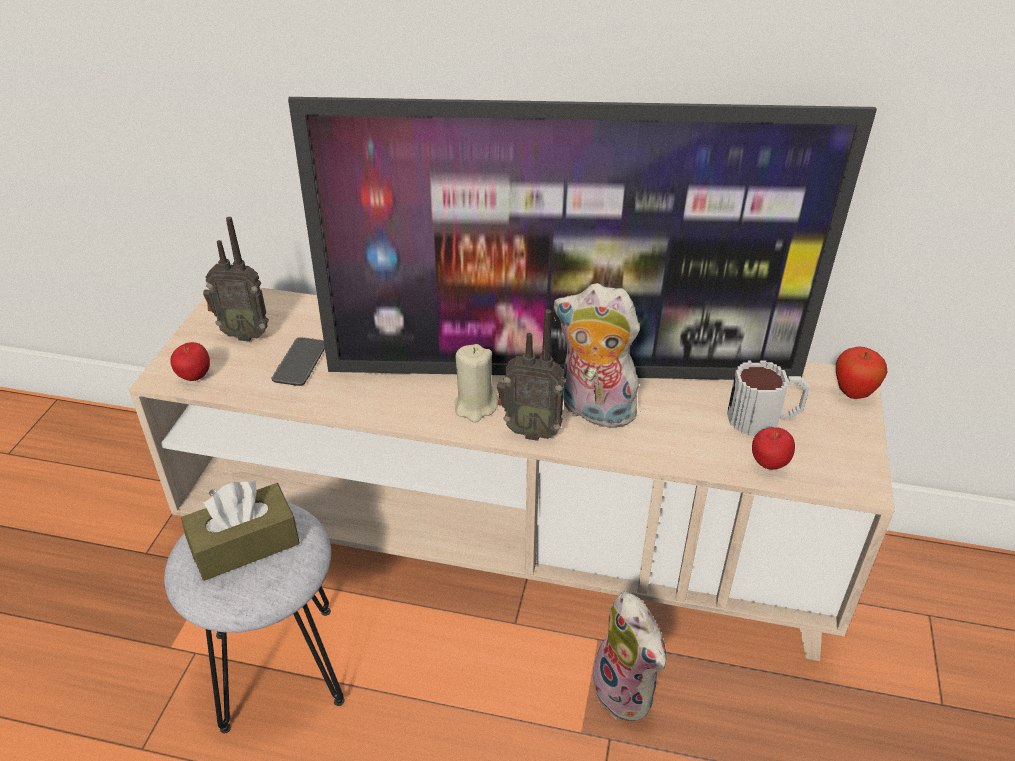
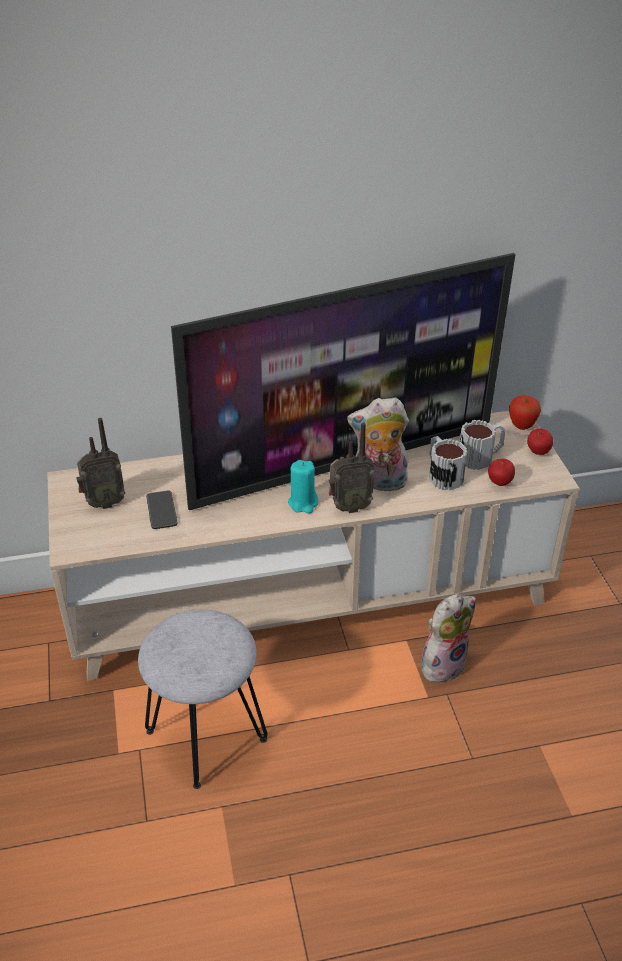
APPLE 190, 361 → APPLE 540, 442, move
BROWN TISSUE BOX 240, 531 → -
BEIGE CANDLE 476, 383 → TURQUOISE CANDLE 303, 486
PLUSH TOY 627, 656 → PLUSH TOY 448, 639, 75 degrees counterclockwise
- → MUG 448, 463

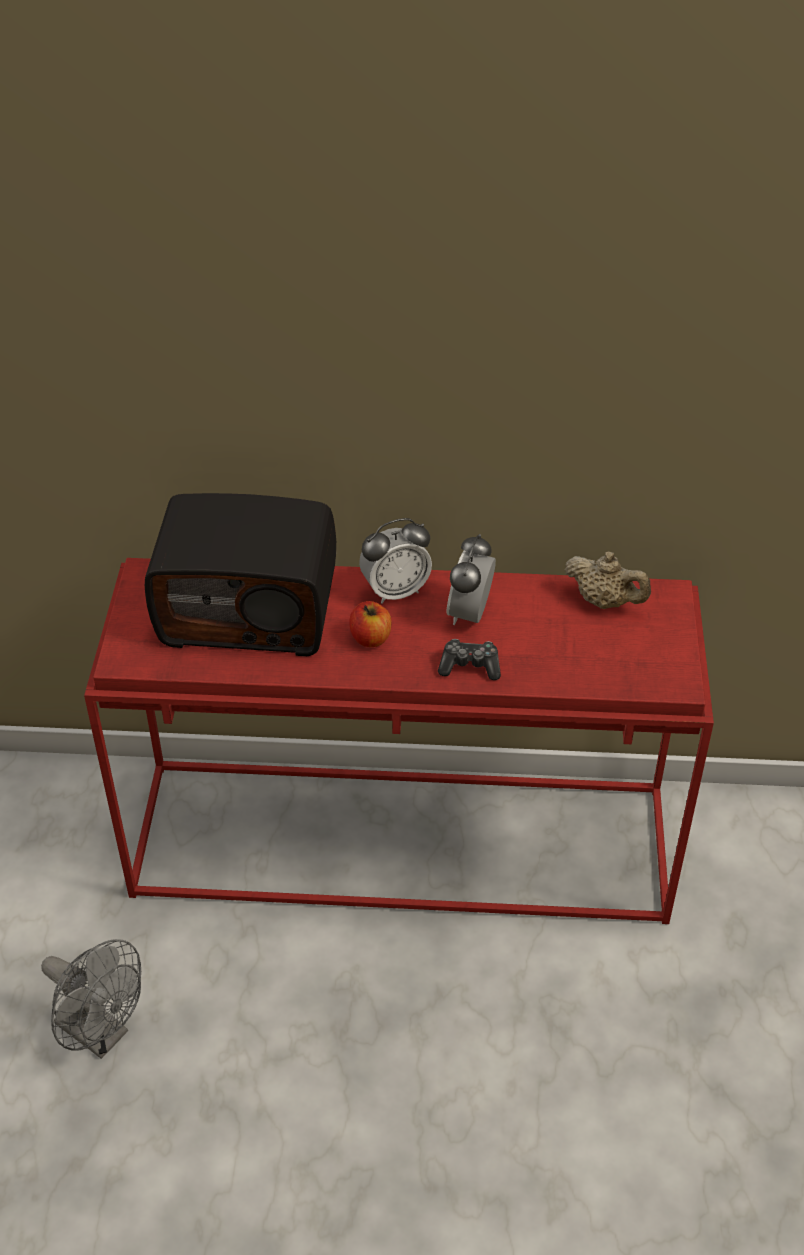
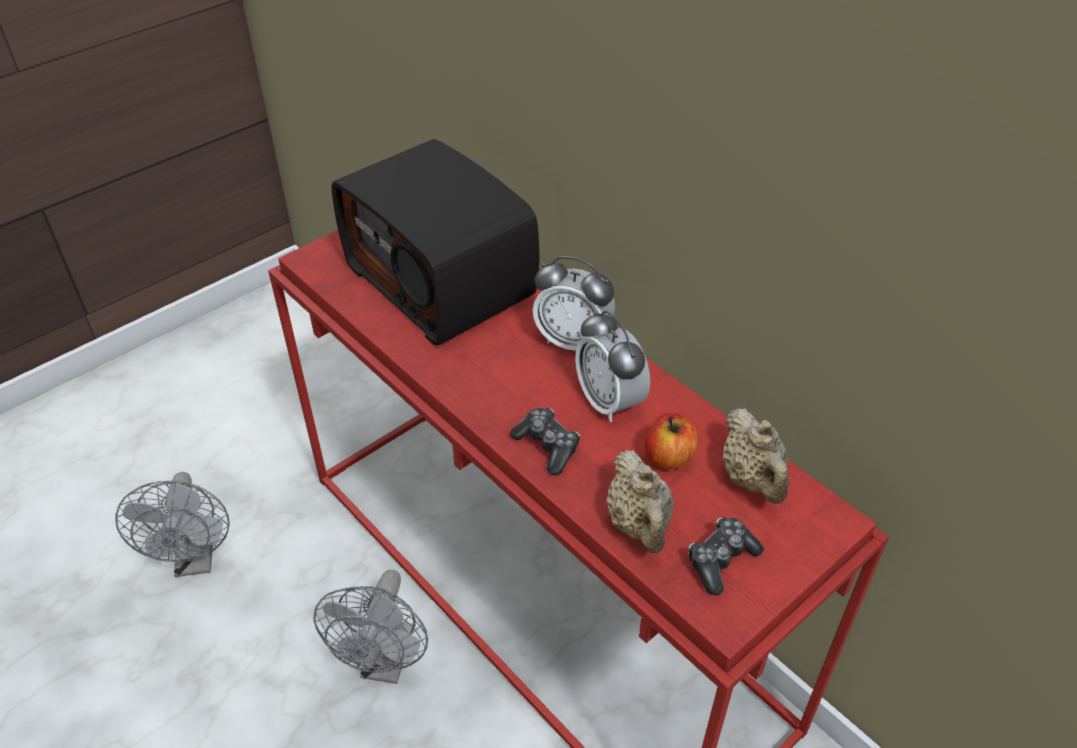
APPLE 370, 624 → APPLE 671, 441, move
ALARM CLOCK 471, 579 → ALARM CLOCK 612, 366, 90 degrees counterclockwise
- → GREY FAN 371, 627
- → BEIGE TEAPOT 640, 501
- → GAME CONTROLLER 726, 556

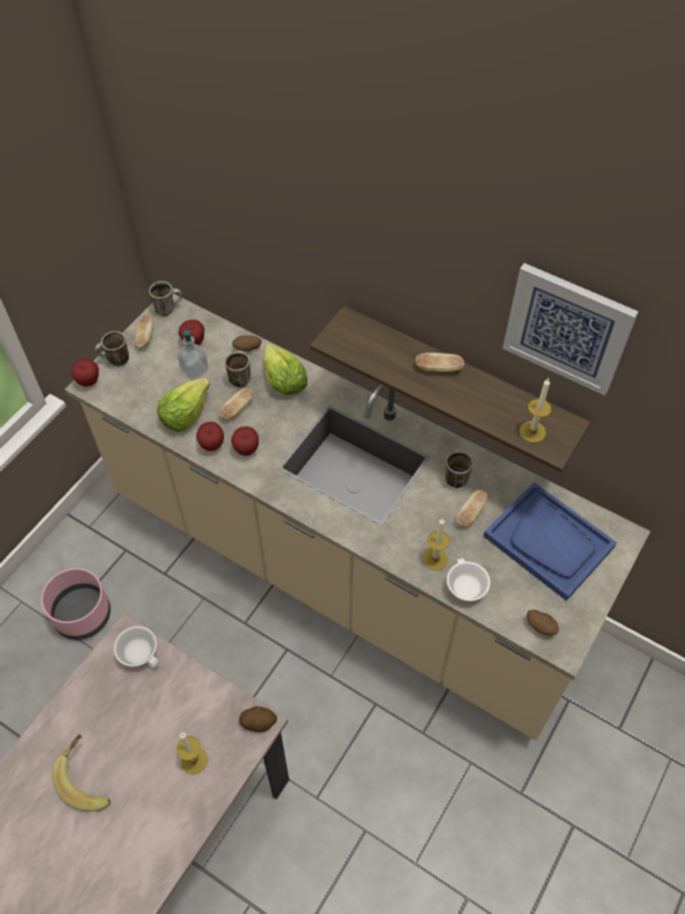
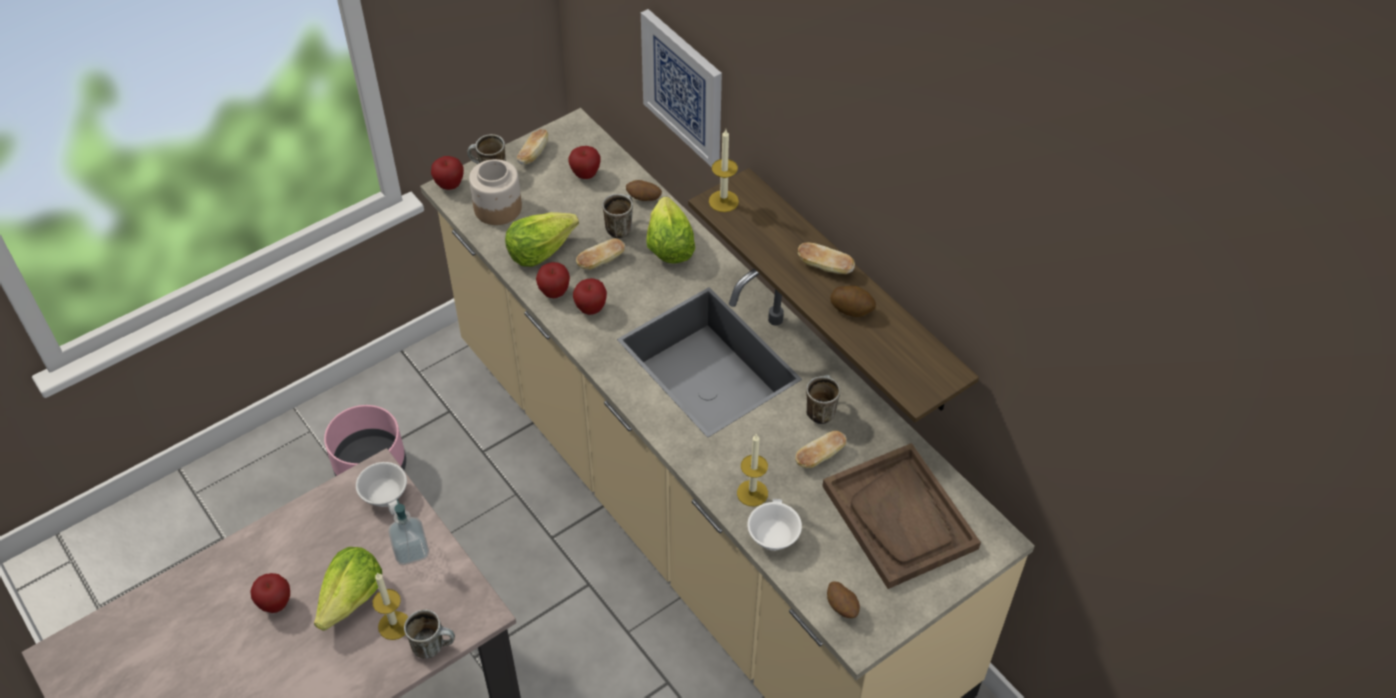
BANANA 81, 772 → APPLE 270, 593
MUG 165, 298 → MUG 429, 634, move
SOAP DISPENSER 193, 354 → SOAP DISPENSER 408, 532, move
POTATO 258, 719 → POTATO 853, 301, move
BLUE TRAY 550, 541 → BROWN TRAY 901, 516
PICTURE 570, 329 → PICTURE 681, 88, move
CANDLE 535, 411 → CANDLE 724, 170, move
- → LETTUCE 348, 589
- → JAR 495, 192

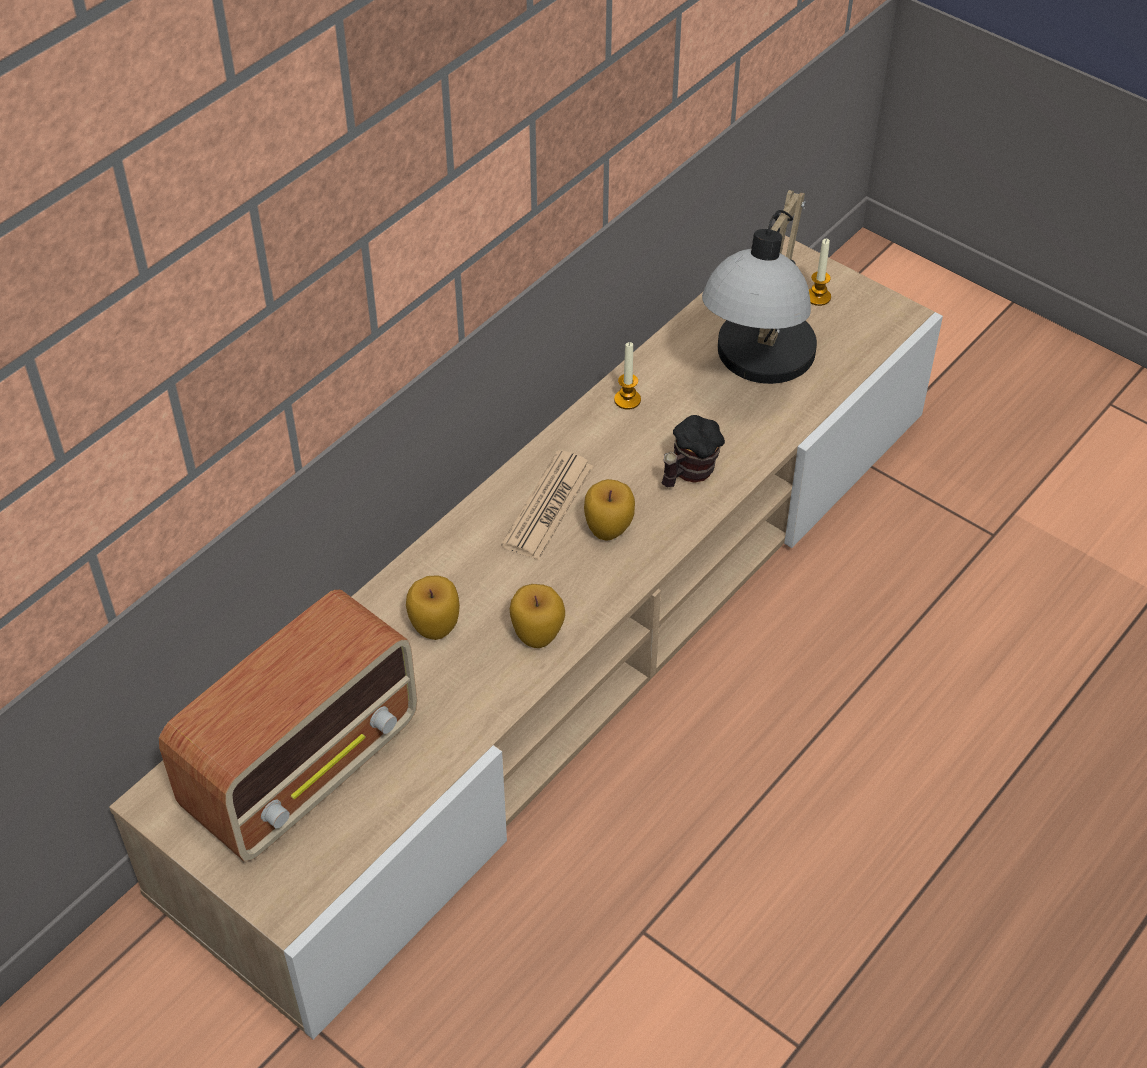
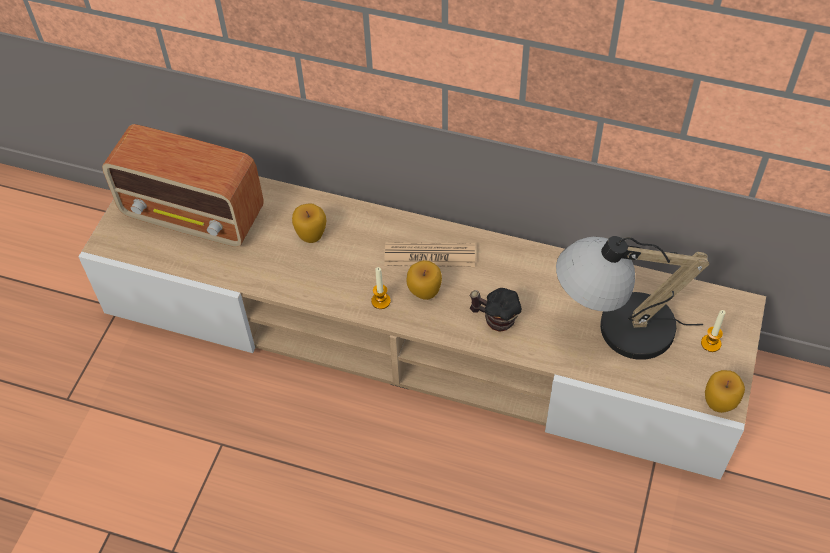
APPLE 537, 616 → APPLE 725, 391, move
CANDLE 627, 376 → CANDLE 381, 288, move

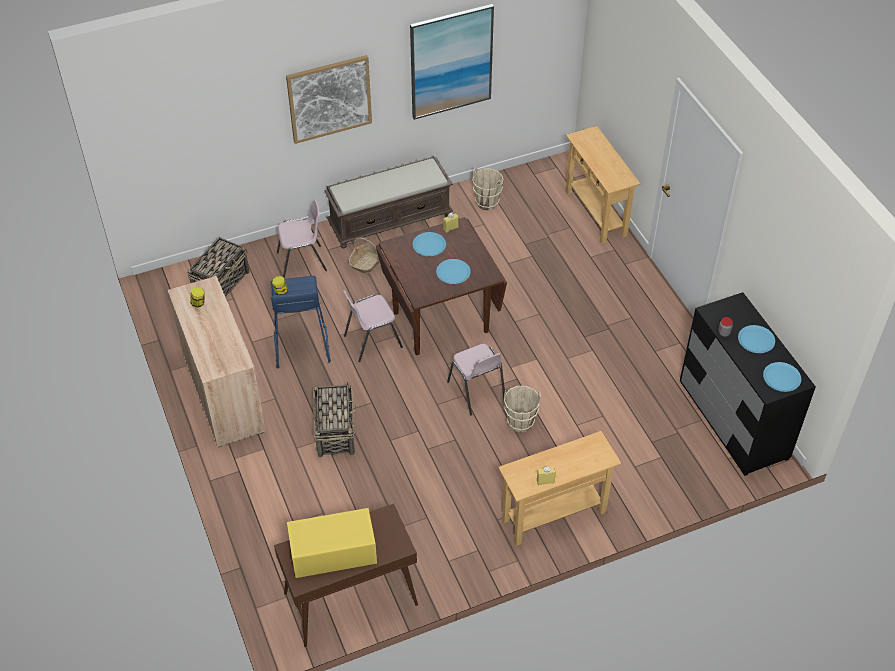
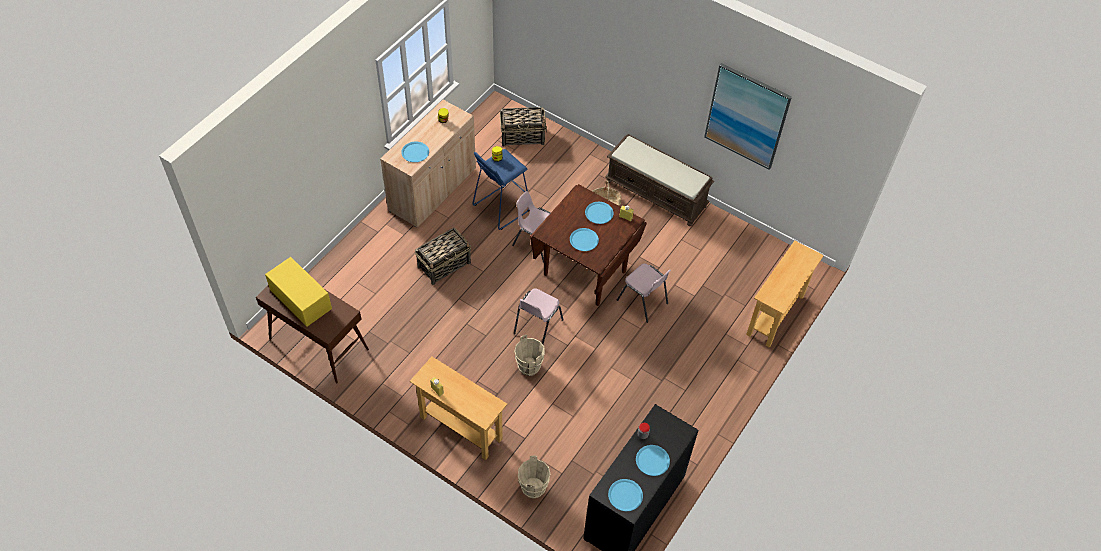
PINK CHAIR 302, 239 → PINK CHAIR 644, 293, move
PICTURE 329, 99 → -
BEIGE BUCKET 488, 188 → BEIGE BUCKET 534, 477, move
- → BLUE PLATE 415, 152

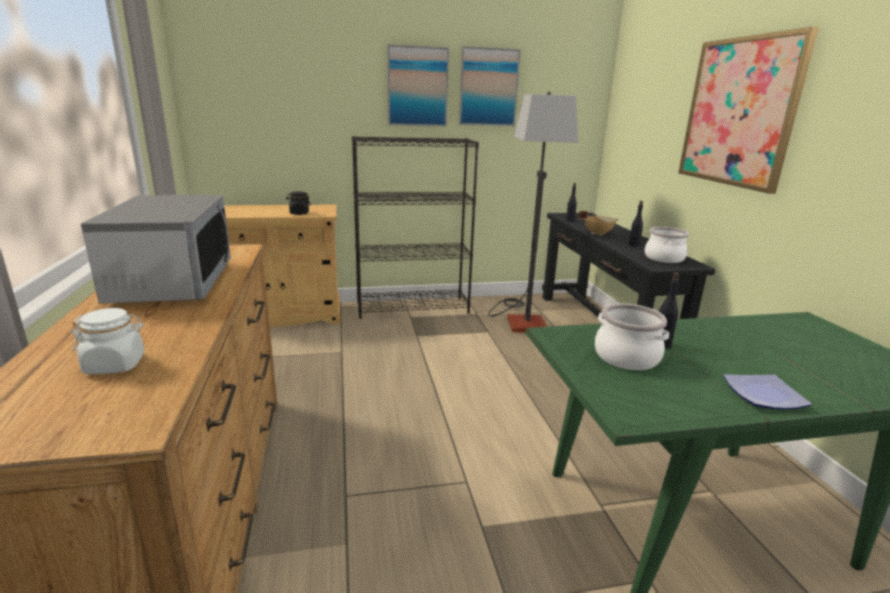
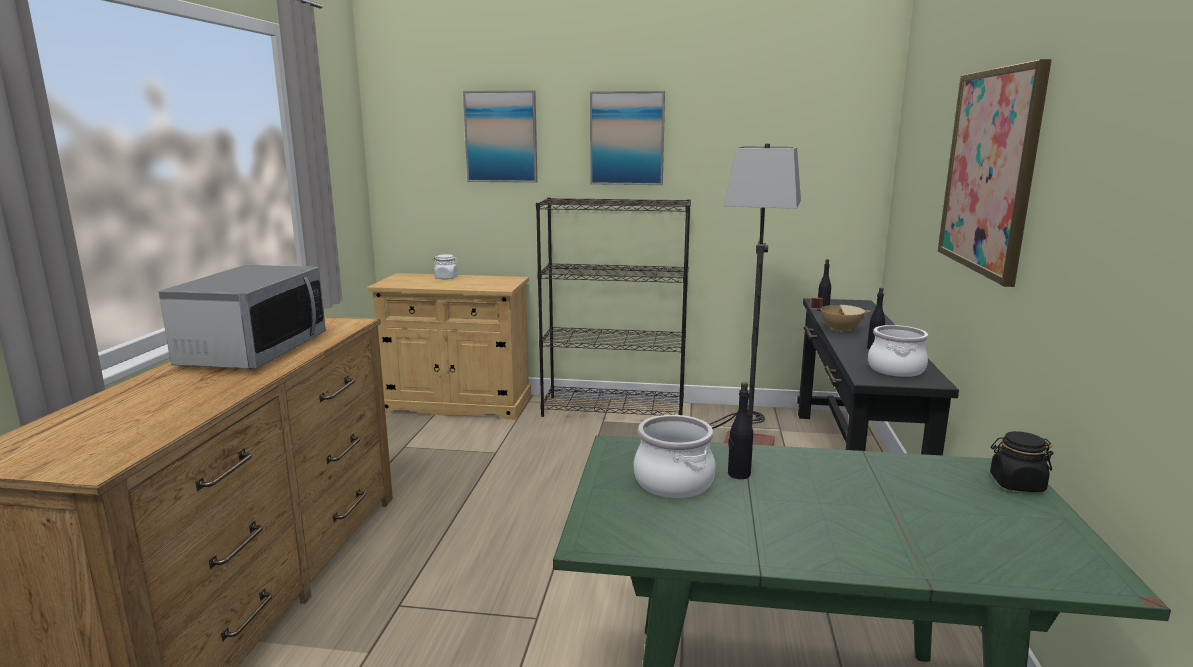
WHITE JAR 108, 341 → WHITE JAR 446, 267, move
BLACK JAR 298, 203 → BLACK JAR 1021, 461, move
PICTURE 490, 86 → PICTURE 500, 136, move
PLATE 767, 391 → -

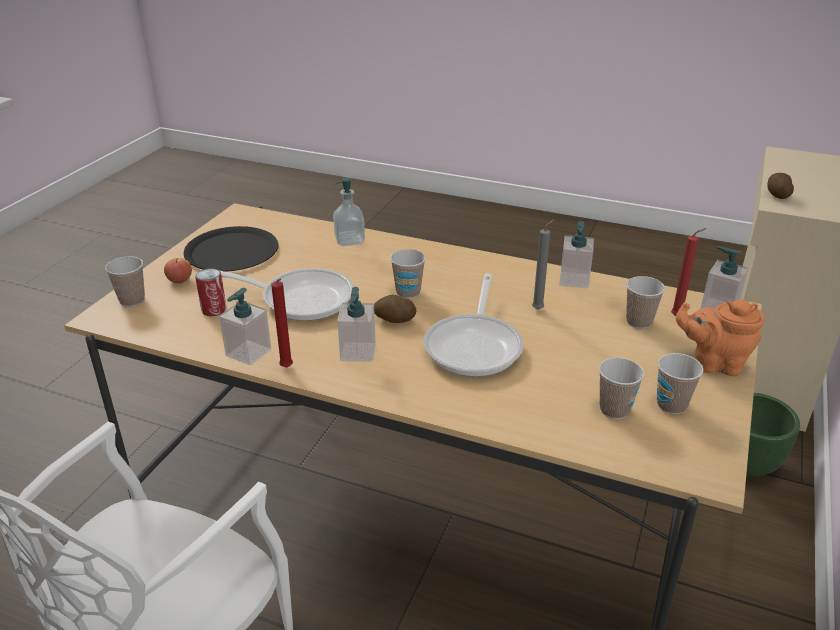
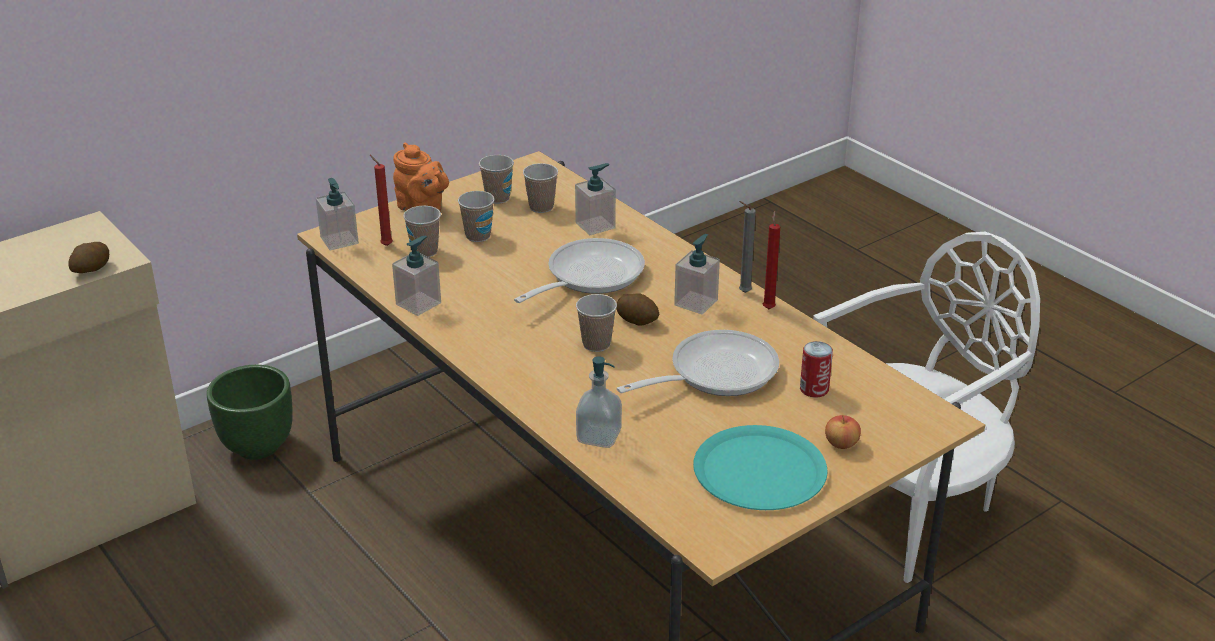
CUP 125, 281 → CUP 476, 216, move
BLACK PLATE 231, 249 → TURQUOISE PLATE 760, 467
SOAP DISPENSER 245, 326 → SOAP DISPENSER 595, 199, move
FRYING PAN 287, 294 → FRYING PAN 698, 363, 105 degrees clockwise
GREY CANDLE 543, 264 → GREY CANDLE 747, 247, move

